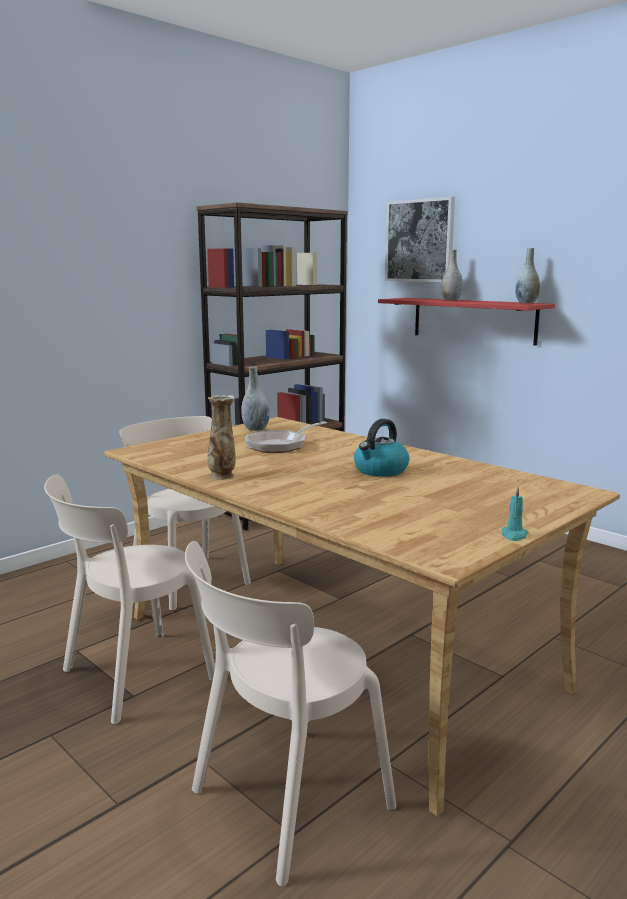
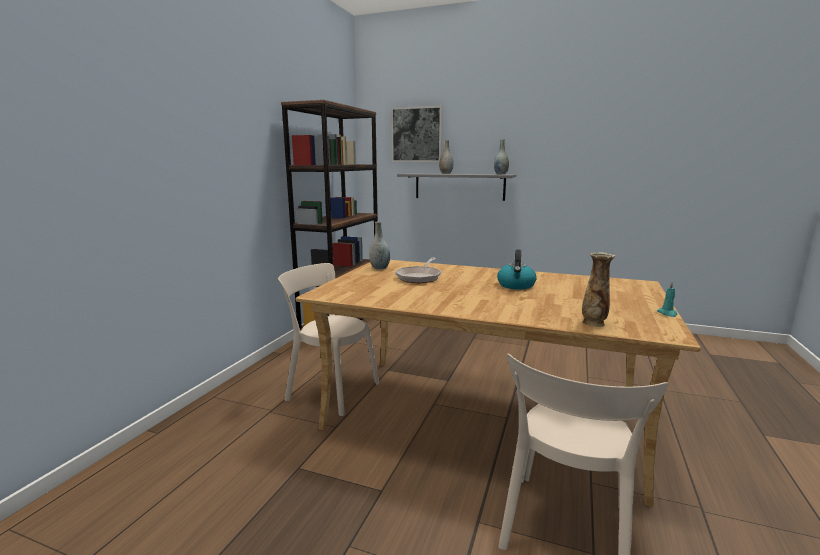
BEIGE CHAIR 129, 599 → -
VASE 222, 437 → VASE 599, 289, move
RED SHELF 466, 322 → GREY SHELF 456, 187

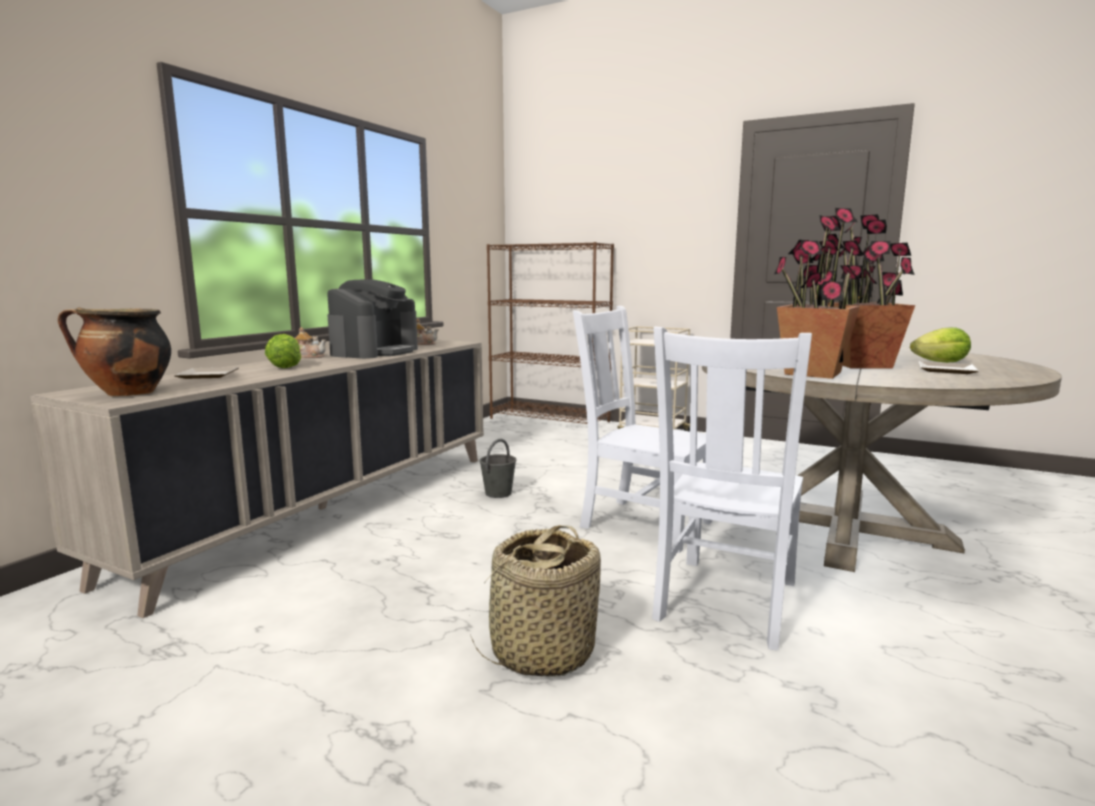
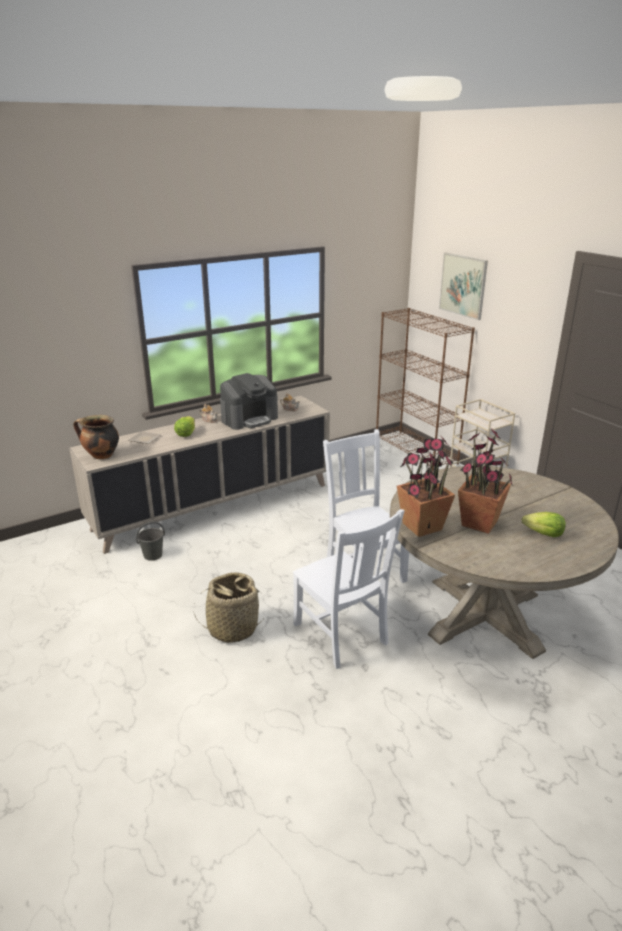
GREY BUCKET 497, 468 → GREY BUCKET 150, 541, move
WHITE CHAIR 732, 488 → WHITE CHAIR 349, 589, 90 degrees counterclockwise
PLATE 949, 367 → -
- → PICTURE 463, 286

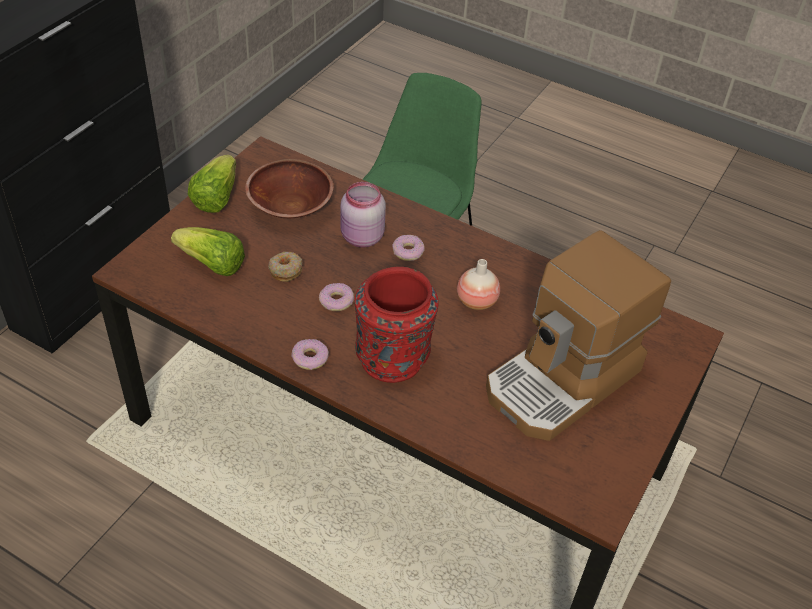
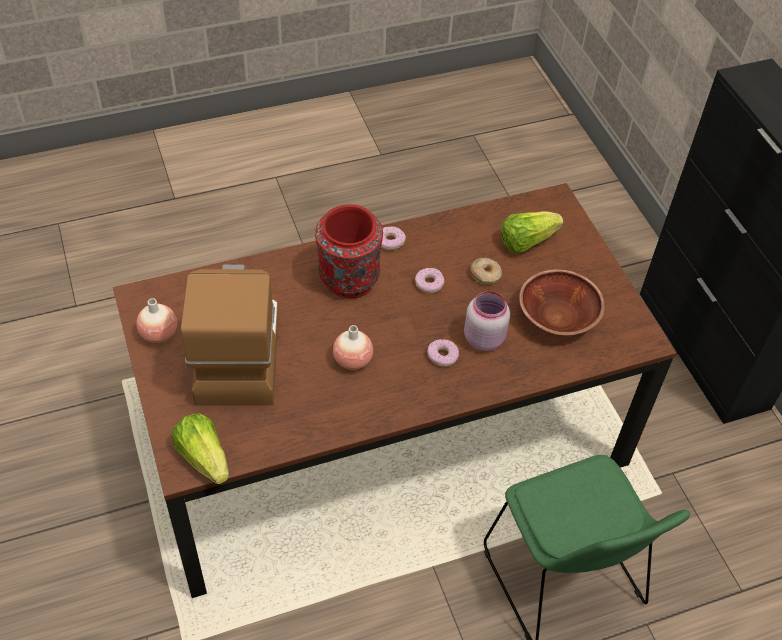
LETTUCE 212, 184 → LETTUCE 200, 448, move
- → VASE 156, 320

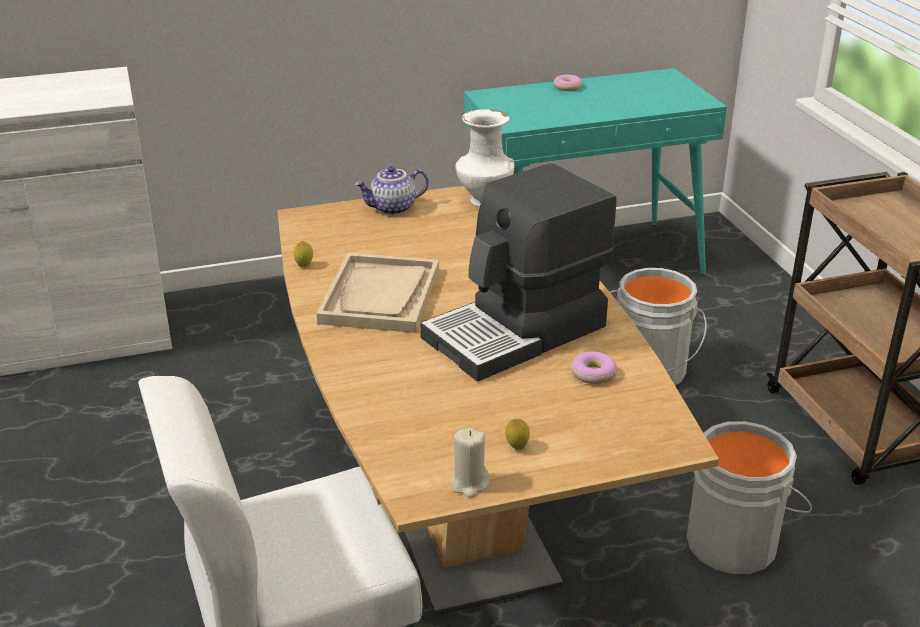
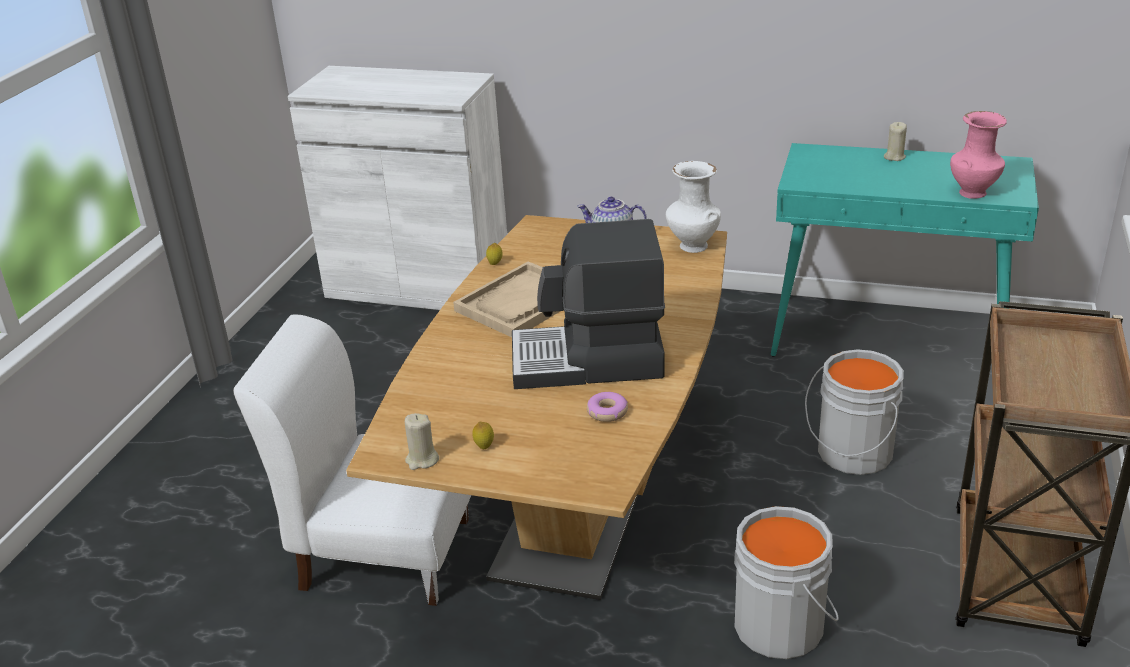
DONUT 568, 83 → BEIGE CANDLE 895, 141
- → PINK VASE 978, 155

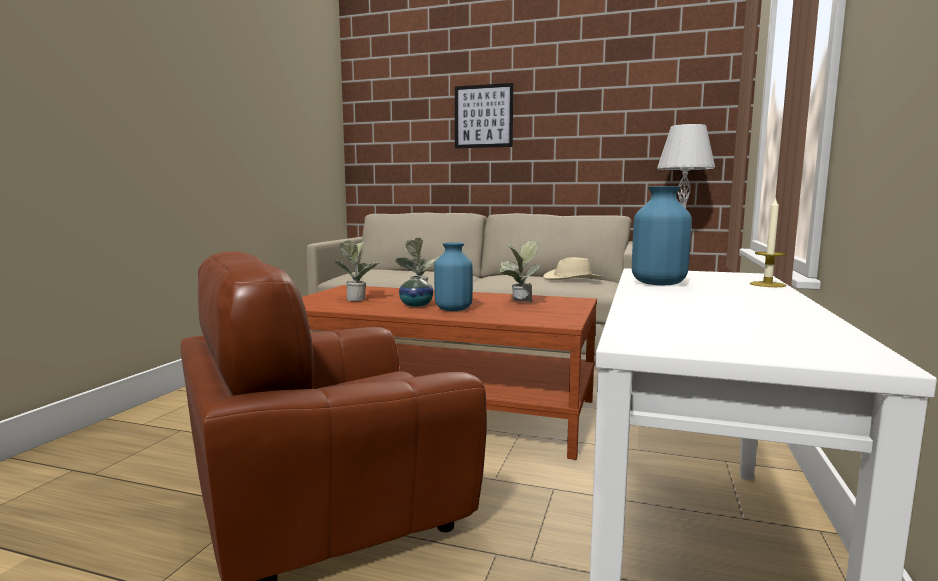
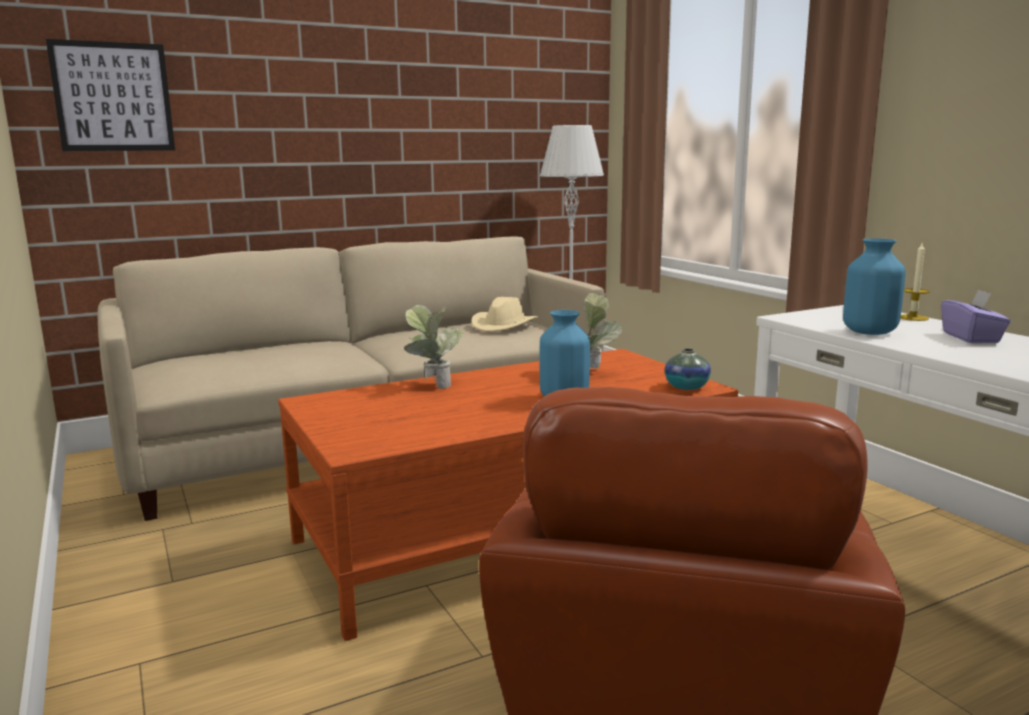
POTTED PLANT 357, 270 → -
VASE 416, 291 → VASE 688, 369, move
PICTURE 484, 115 → PICTURE 110, 95, move
- → PURPLE TISSUE BOX 976, 316

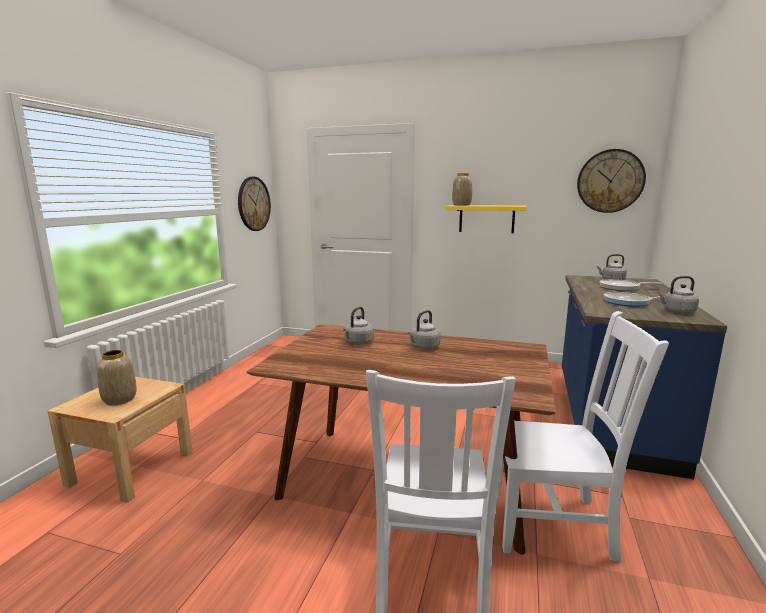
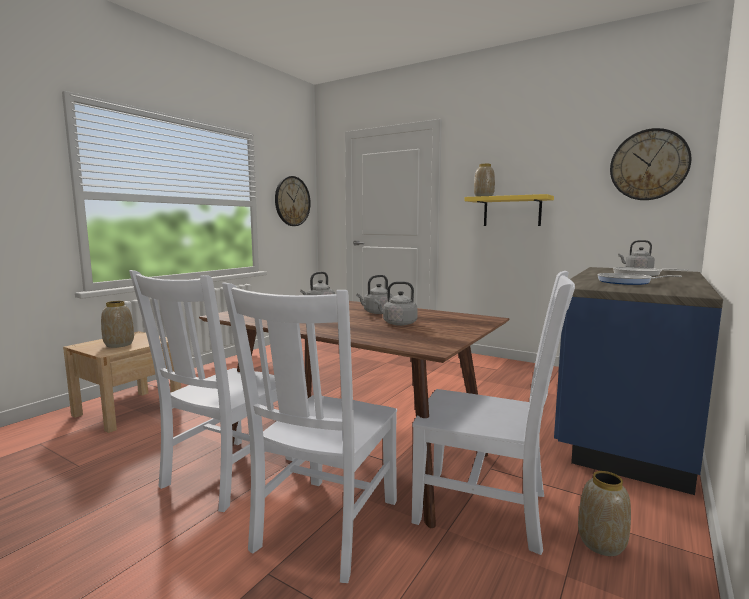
GREY KETTLE 678, 295 → GREY KETTLE 396, 303, move
- → WHITE CHAIR 212, 391
- → VASE 604, 513

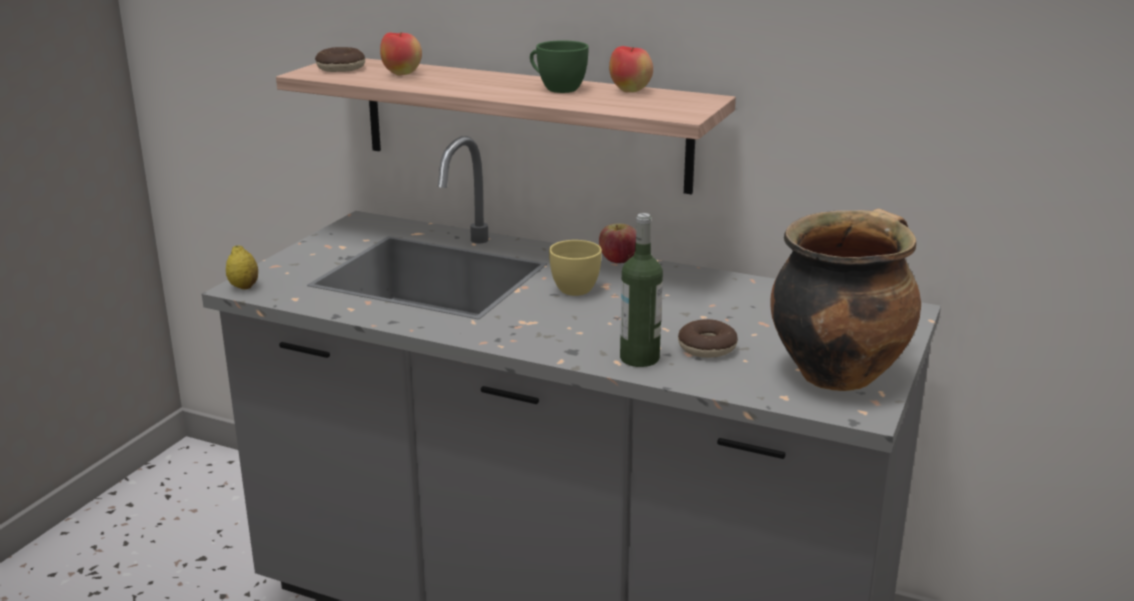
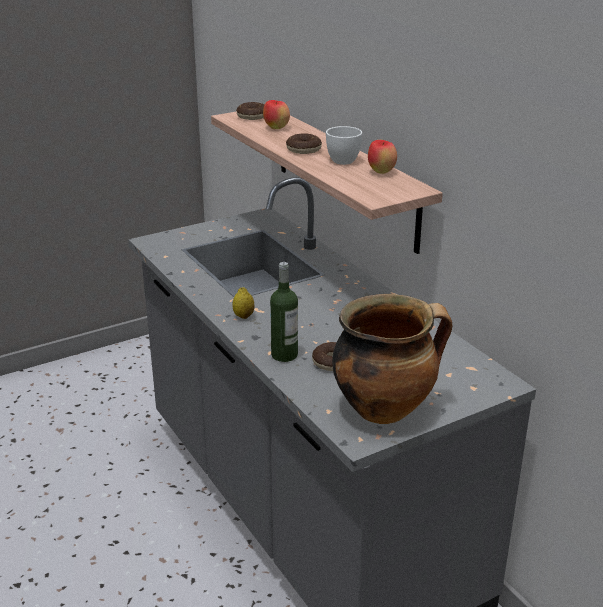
LEMON 242, 267 → LEMON 243, 303, move
GREEN CUP 559, 66 → WHITE CUP 344, 145
YELLOW CUP 575, 268 → -
APPLE 617, 243 → -
- → DONUT 304, 143

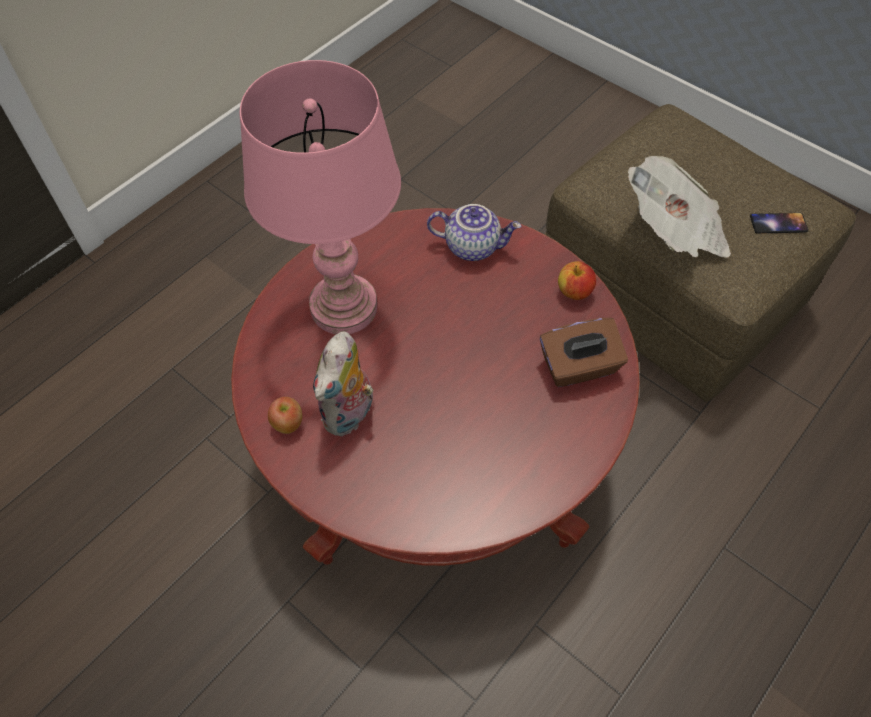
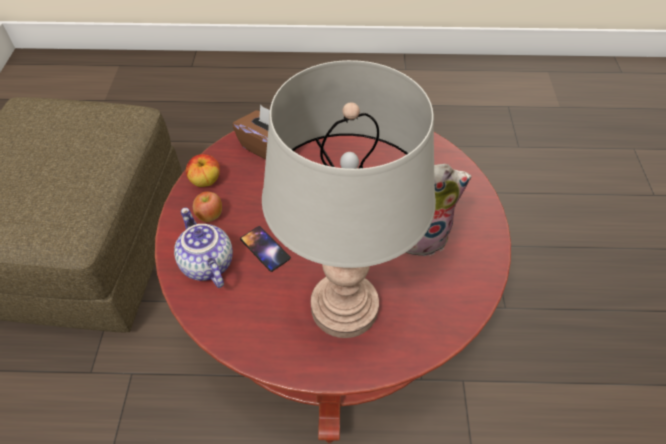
PINK TABLE LAMP 320, 197 → GREY TABLE LAMP 349, 199
APPLE 285, 415 → APPLE 207, 206, move
NEWSPAPER 679, 207 → -
PHONE 779, 223 → PHONE 265, 249, move

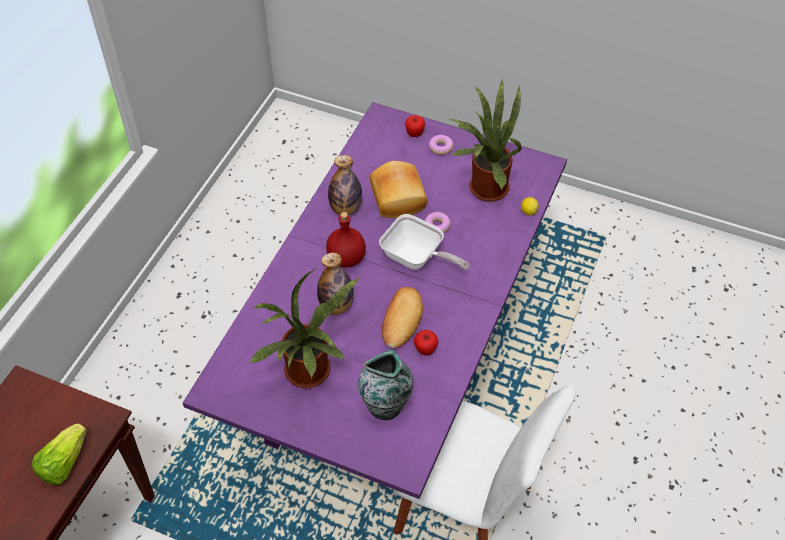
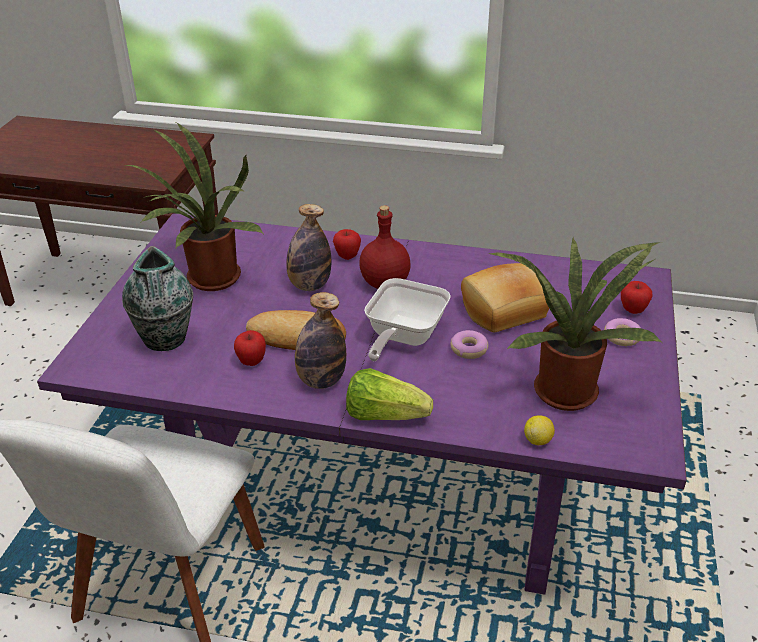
LETTUCE 59, 454 → LETTUCE 389, 394, move
BOTTLE 345, 185 → BOTTLE 320, 340, move
- → APPLE 347, 244

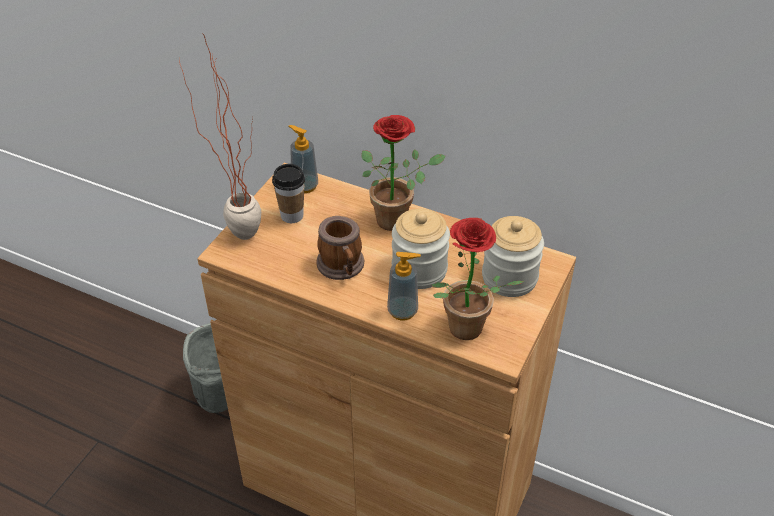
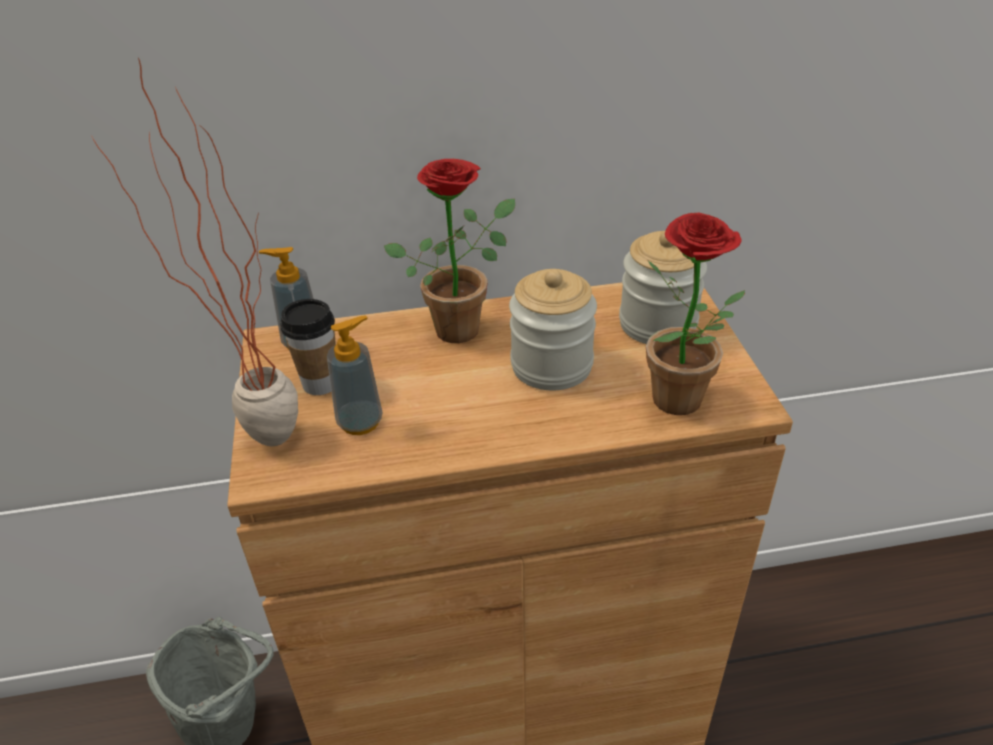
MUG 340, 248 → -
SOAP DISPENSER 404, 286 → SOAP DISPENSER 355, 375, move

